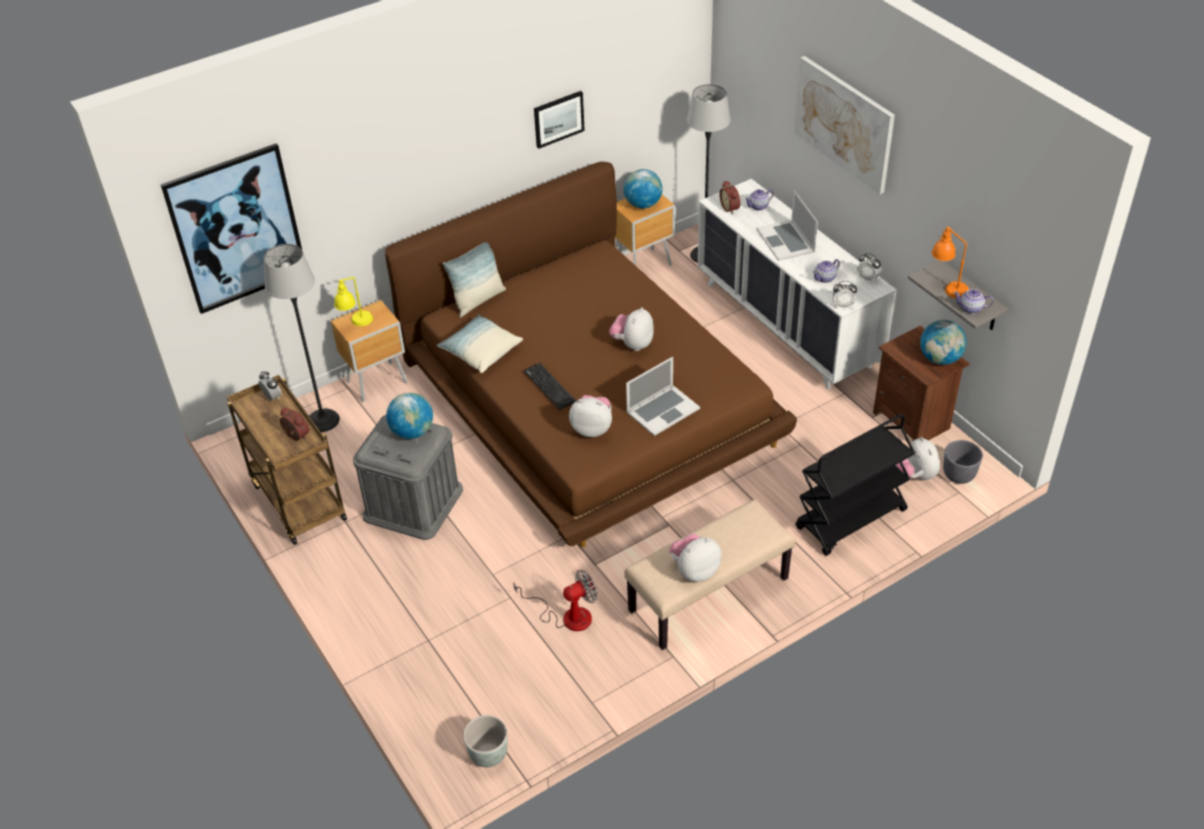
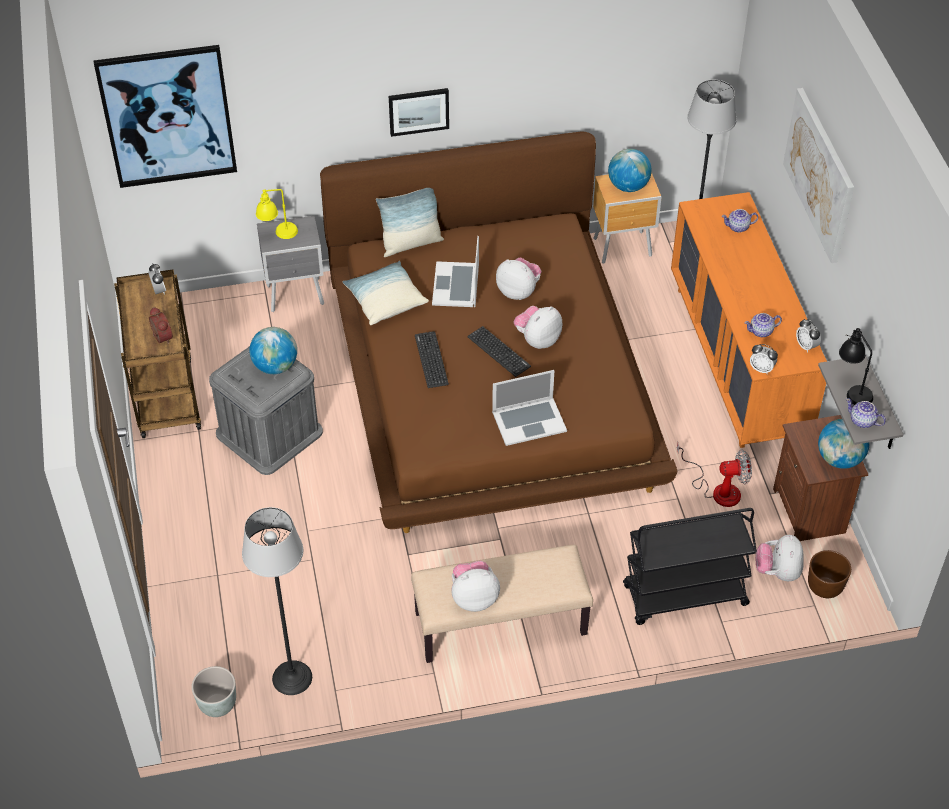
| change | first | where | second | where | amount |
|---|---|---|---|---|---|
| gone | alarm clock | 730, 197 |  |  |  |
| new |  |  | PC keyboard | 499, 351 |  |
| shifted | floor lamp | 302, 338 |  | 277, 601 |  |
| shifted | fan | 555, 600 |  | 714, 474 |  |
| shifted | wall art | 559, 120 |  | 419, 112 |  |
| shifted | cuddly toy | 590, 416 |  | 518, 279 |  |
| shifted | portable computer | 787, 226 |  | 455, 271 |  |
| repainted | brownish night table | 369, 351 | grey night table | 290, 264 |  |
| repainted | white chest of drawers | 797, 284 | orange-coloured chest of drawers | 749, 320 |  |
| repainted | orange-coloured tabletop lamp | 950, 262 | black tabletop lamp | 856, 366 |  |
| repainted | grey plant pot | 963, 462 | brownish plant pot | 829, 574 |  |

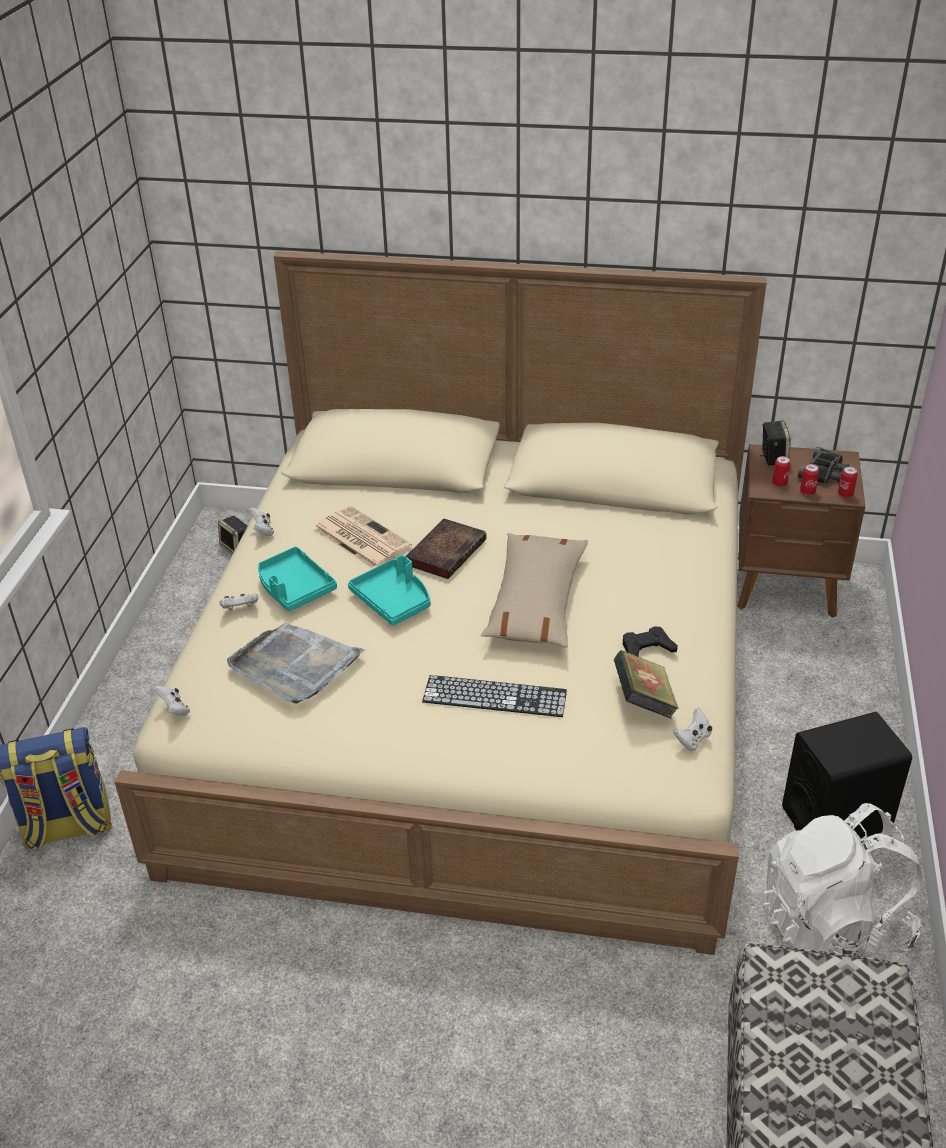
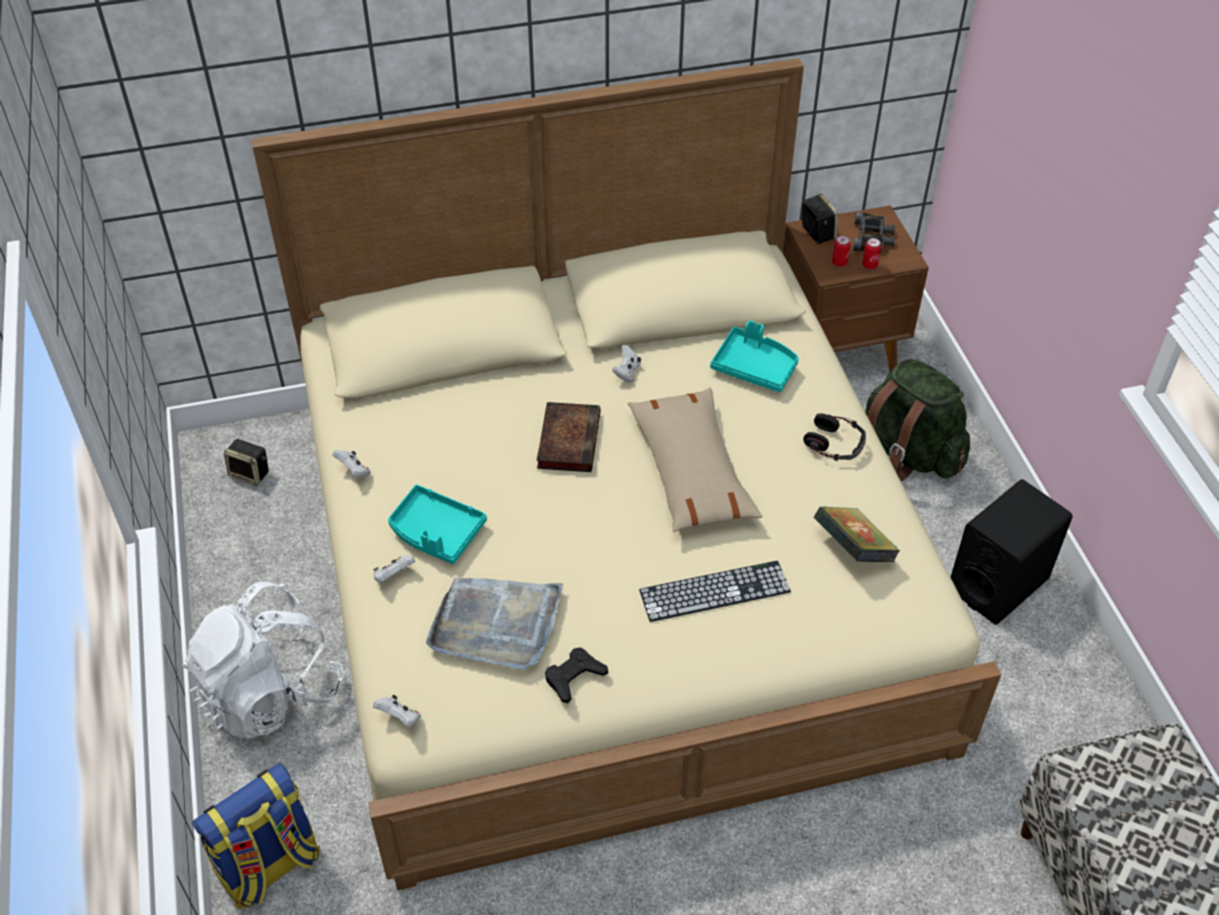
| change | first | where | second | where | amount |
|---|---|---|---|---|---|
| gone | daily paper | 362, 537 |  |  |  |
| gone | metal can | 848, 482 |  |  |  |
| new |  |  | headphones | 834, 437 |  |
| new |  |  | green backpack | 917, 420 |  |
| shifted | turquoise-coloured tray | 389, 590 |  | 754, 356 |  |
| shifted | black gamepad | 650, 641 |  | 576, 675 |  |
| shifted | white gamepad | 692, 729 |  | 626, 363 |  |
| shifted | white backpack | 841, 879 |  | 262, 660 |  |

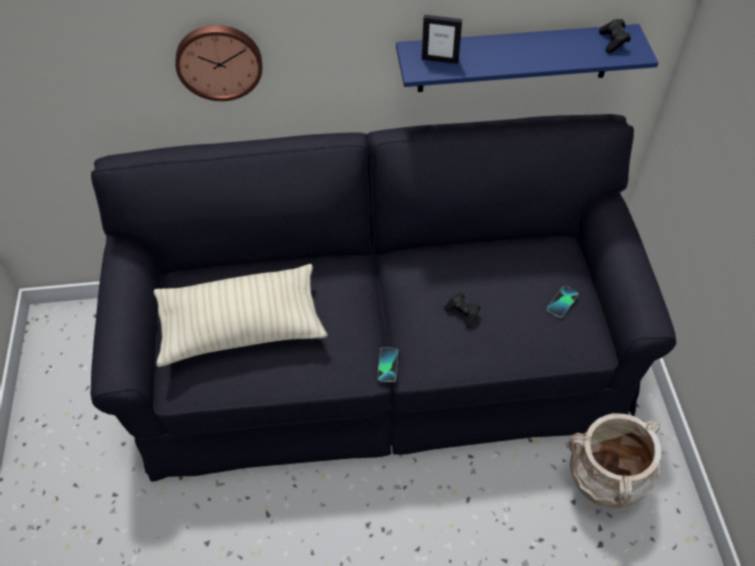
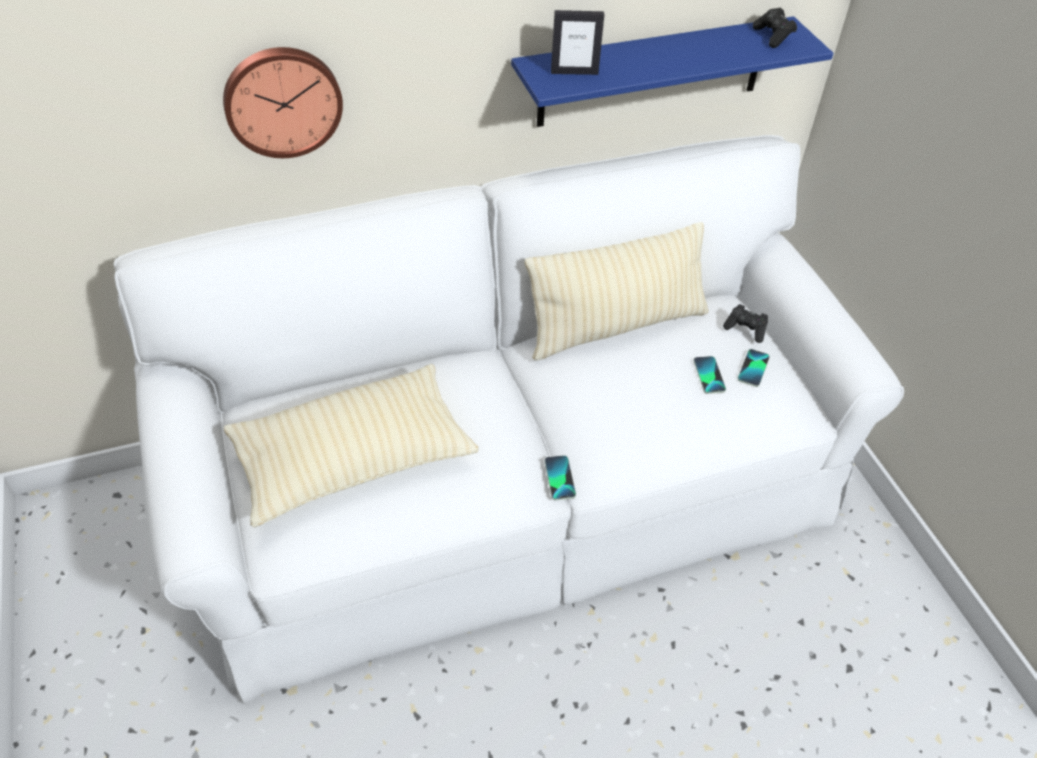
| change | first | where | second | where | amount |
|---|---|---|---|---|---|
| gone | beige-coloured vase | 615, 460 |  |  |  |
| new |  |  | beige-coloured pillow | 616, 291 |  |
| new |  |  | telephone | 709, 375 |  |
| shifted | black gamepad | 462, 310 |  | 745, 323 |  |
| repainted | black settee | 383, 298 | white settee | 508, 419 |  |

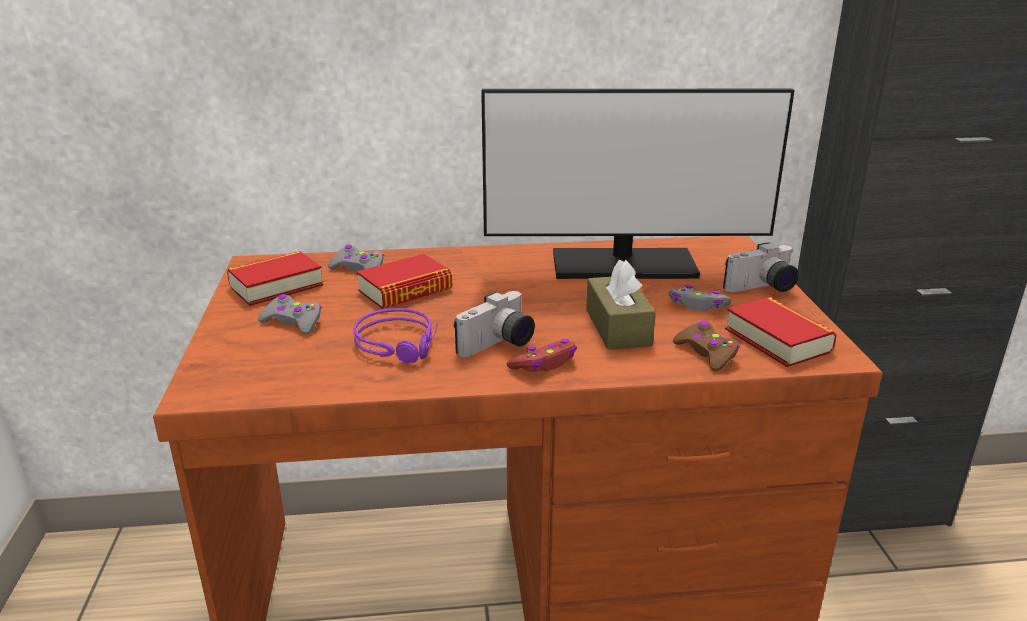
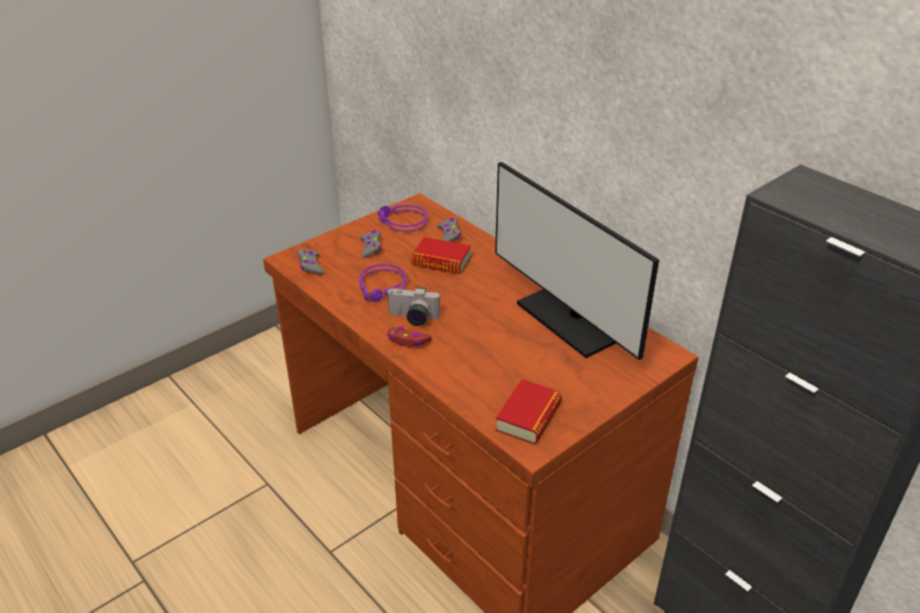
| change | first | where | second | where | amount |
|---|---|---|---|---|---|
| gone | brownish tissue holder | 621, 304 |  |  |  |
| gone | brownish gamepad | 706, 346 |  |  |  |
| gone | still camera | 761, 267 |  |  |  |
| shifted | grey gamepad | 700, 298 |  | 311, 262 |  |
| swapped | volume | 275, 278 | purple headphones | 403, 218 |  |

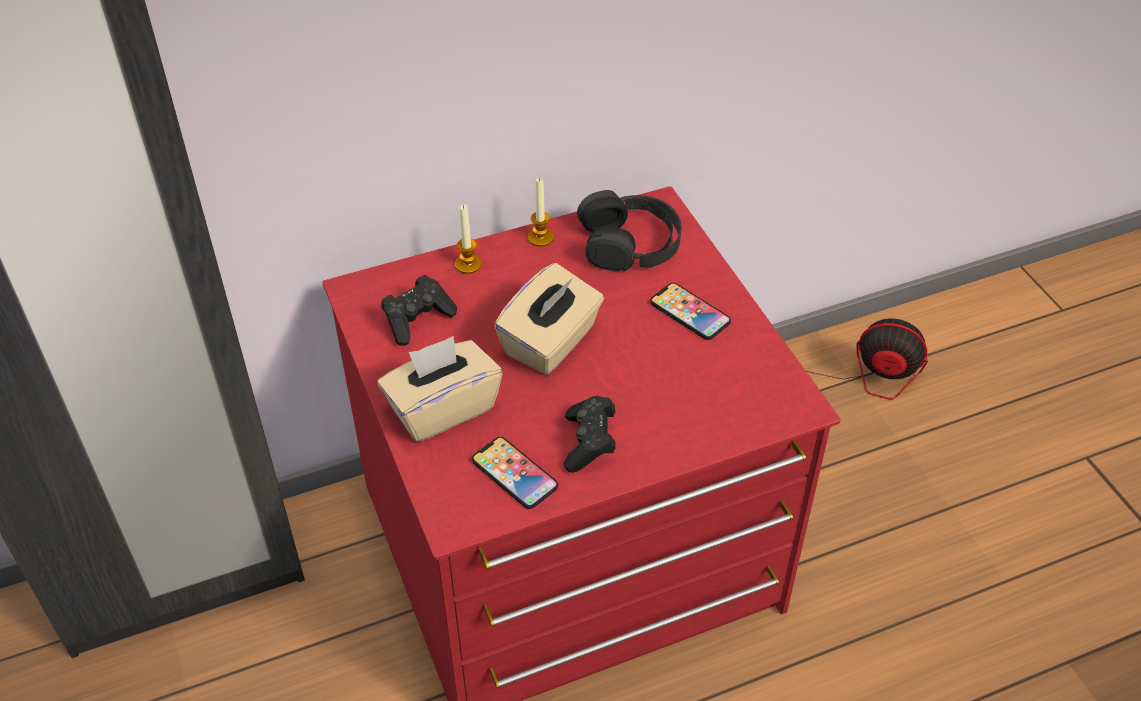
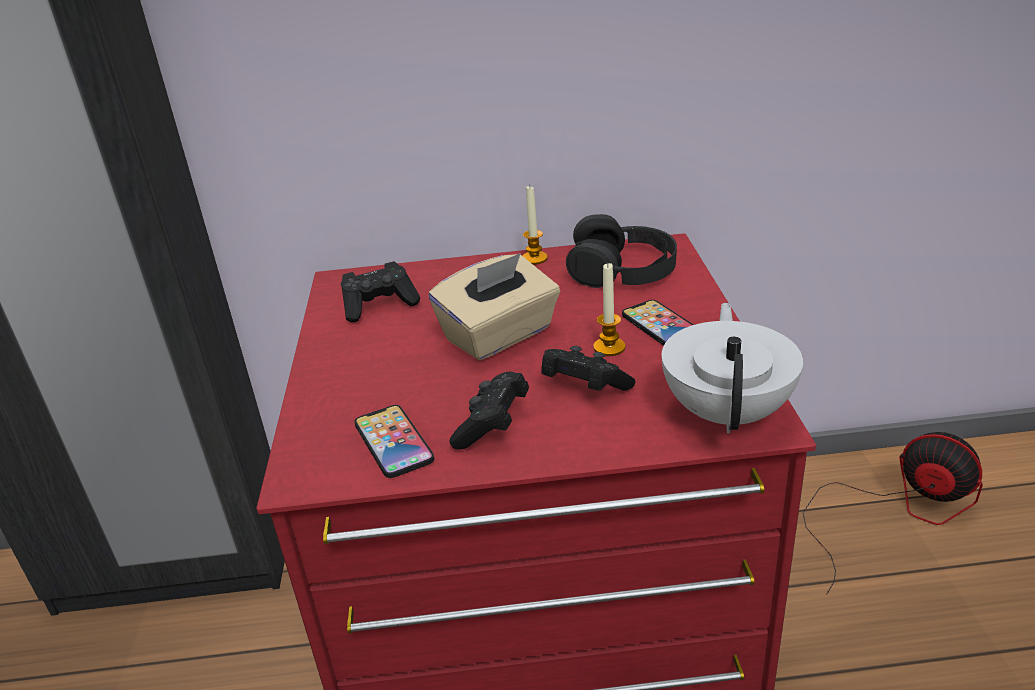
| change | first | where | second | where | amount |
|---|---|---|---|---|---|
| gone | beige-coloured tissue holder | 439, 389 |  |  |  |
| new |  |  | black gamepad | 588, 368 |  |
| new |  |  | white tea pot | 732, 368 |  |
| shifted | wax candle | 468, 239 |  | 609, 309 |  |

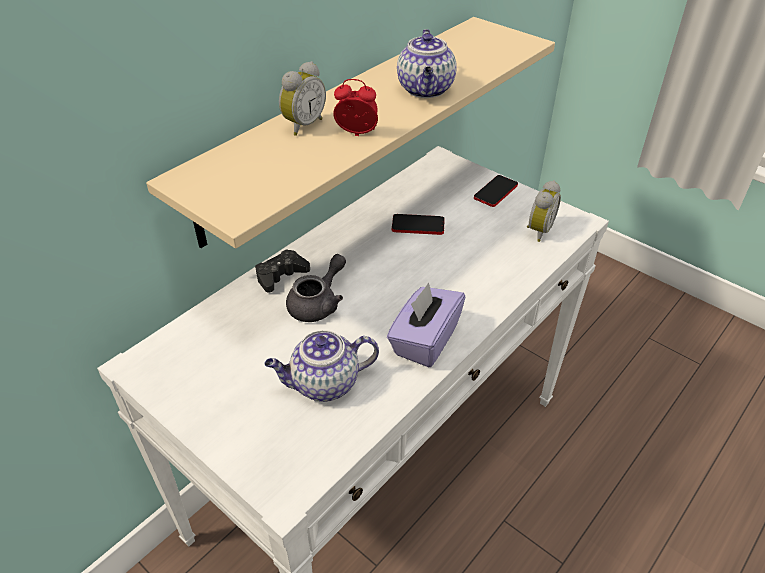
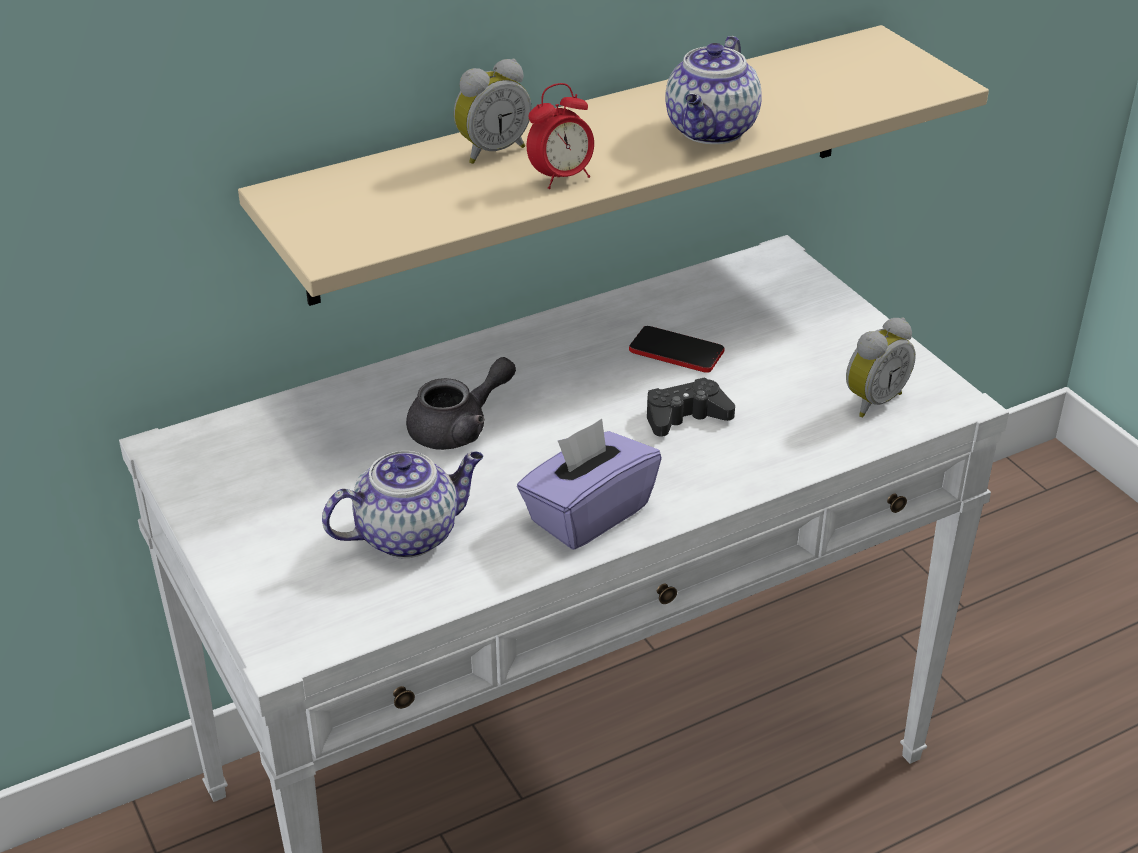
| change | first | where | second | where | amount |
|---|---|---|---|---|---|
| gone | telephone | 496, 191 |  |  |  |
| shifted | black gamepad | 282, 270 |  | 691, 407 |  |
| rotated | tea pot | 321, 366 |  | 402, 505 | 150 degrees clockwise |
| rotated | alarm clock | 355, 107 |  | 560, 136 | 120 degrees clockwise |

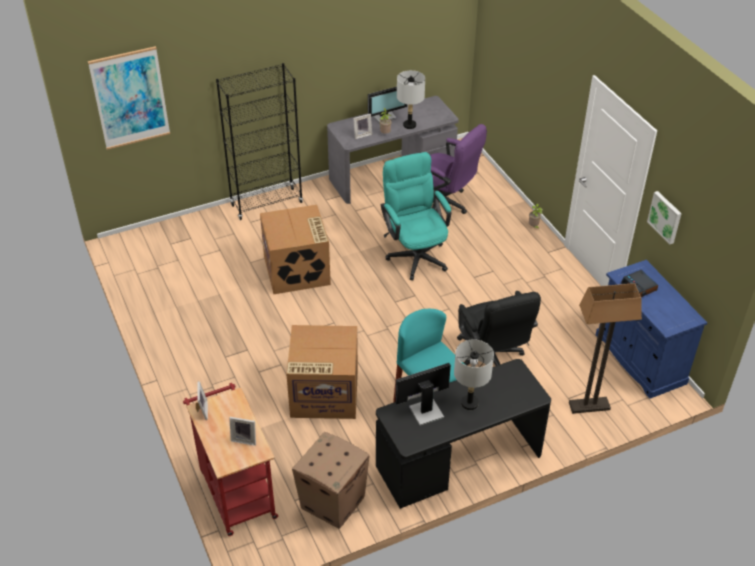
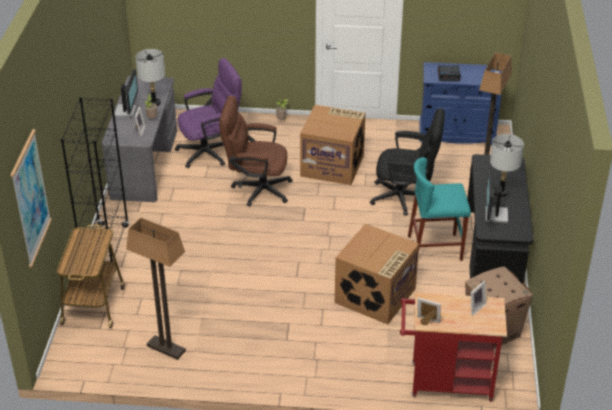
| change | first | where | second | where | amount |
|---|---|---|---|---|---|
| gone | wall art | 664, 217 |  |  |  |
| new |  |  | trolley | 91, 276 |  |
| new |  |  | floor lamp | 156, 289 |  |
| shifted | carton | 295, 249 |  | 332, 145 |  |
| repainted | turquoise-coloured office chair | 416, 216 | brownish office chair | 256, 151 |  |

